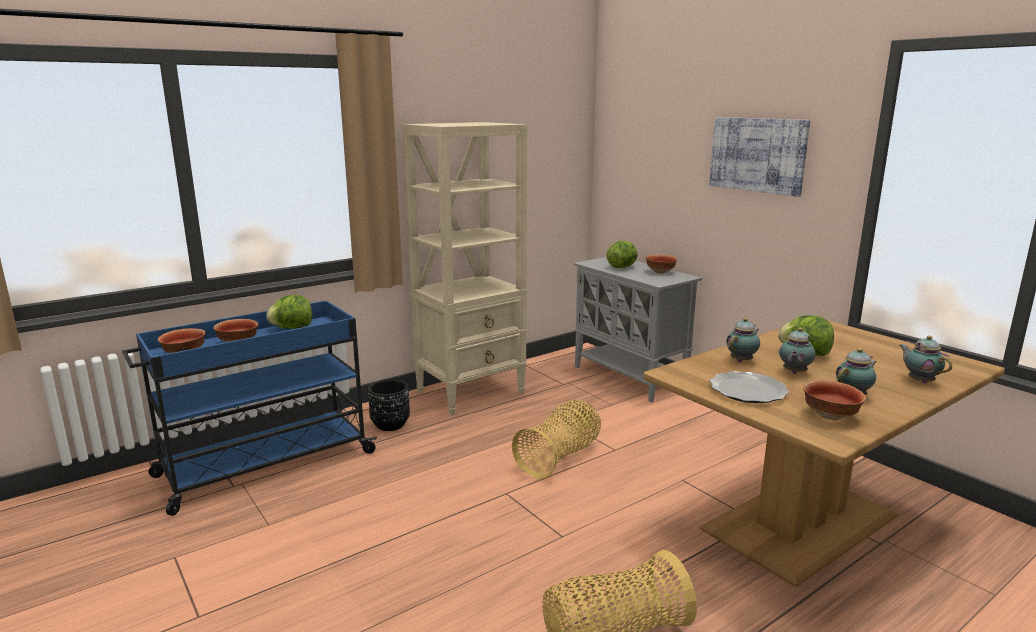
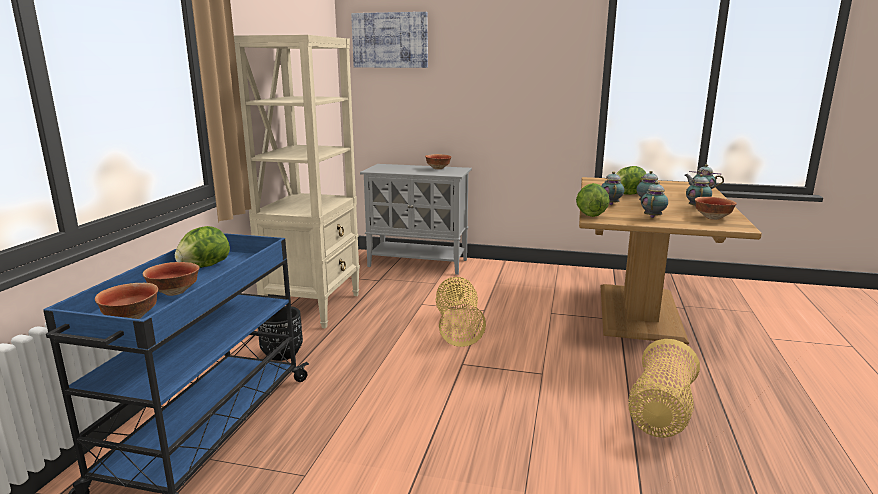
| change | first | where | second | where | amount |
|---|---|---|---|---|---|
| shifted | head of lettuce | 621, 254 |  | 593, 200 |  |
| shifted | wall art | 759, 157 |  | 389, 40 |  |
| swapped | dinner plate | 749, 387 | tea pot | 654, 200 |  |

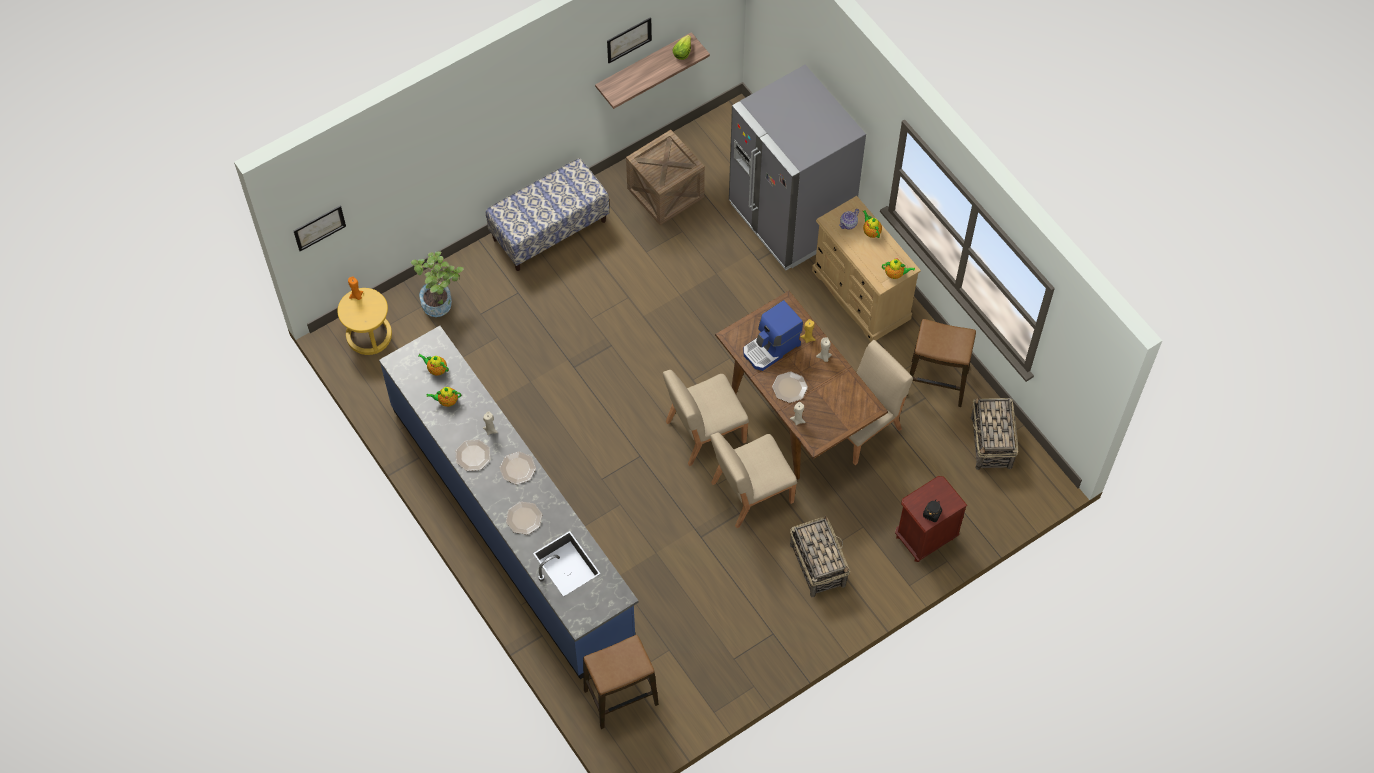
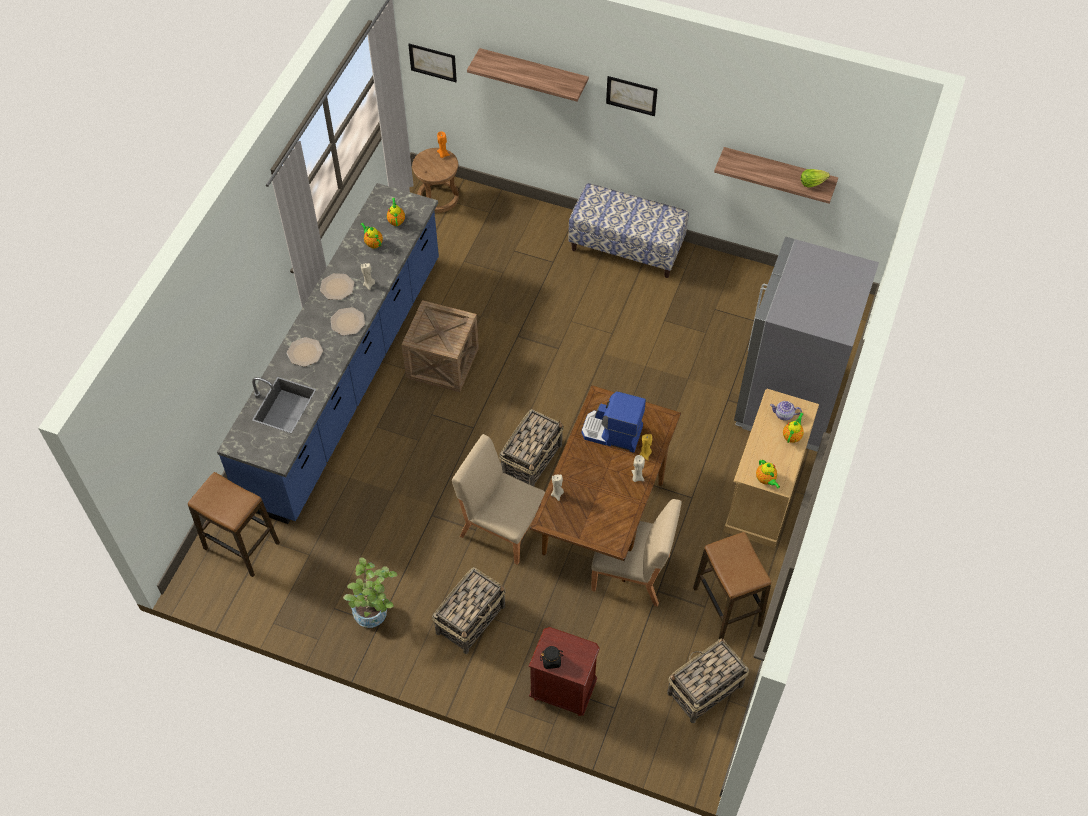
| change | first | where | second | where | amount |
|---|---|---|---|---|---|
| gone | dinner plate | 790, 387 |  |  |  |
| new |  |  | wall shelf | 528, 74 |  |
| shifted | potted plant | 437, 284 |  | 370, 593 |  |
| shifted | wall art | 629, 40 |  | 632, 96 |  |
| shifted | packing crate | 665, 177 |  | 440, 346 |  |
| swapped | beige-coloured upright chair | 706, 418 | storage basket | 531, 447 |  |
| repainted | yellow-coloured stool | 364, 321 | brownish stool | 435, 180 |  |

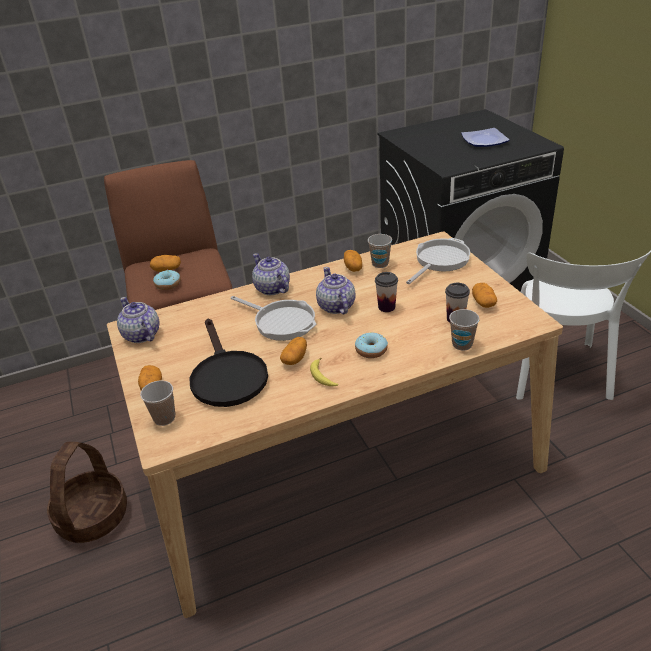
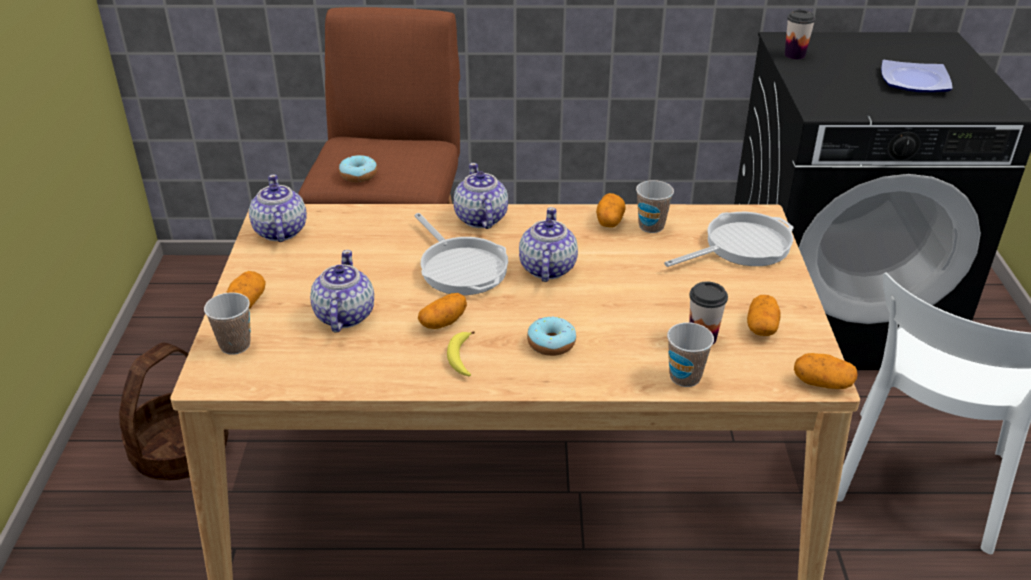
| change | first | where | second | where | amount |
|---|---|---|---|---|---|
| shifted | whole potato | 165, 263 |  | 825, 371 |  |
| shifted | cup | 386, 292 |  | 800, 34 |  |
| swapped | black frying pan | 229, 363 | tea pot | 342, 291 |  |

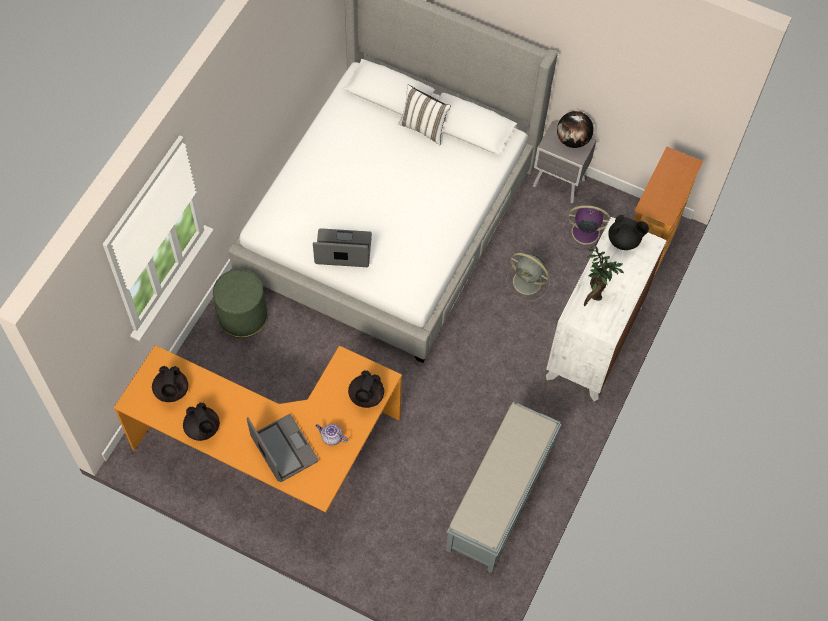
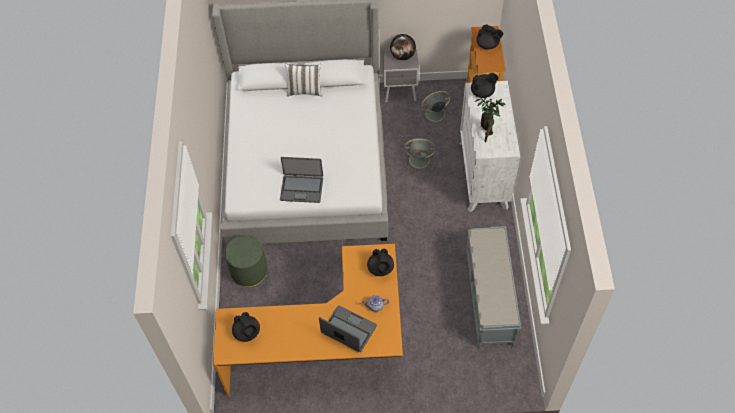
| change | first | where | second | where | amount |
|---|---|---|---|---|---|
| shifted | black tea pot | 201, 422 |  | 489, 37 |  |
| repainted | purple fan | 587, 227 | grey fan | 436, 108 |  |
| rotated | portable computer | 342, 247 |  | 301, 180 | 150 degrees counterclockwise |

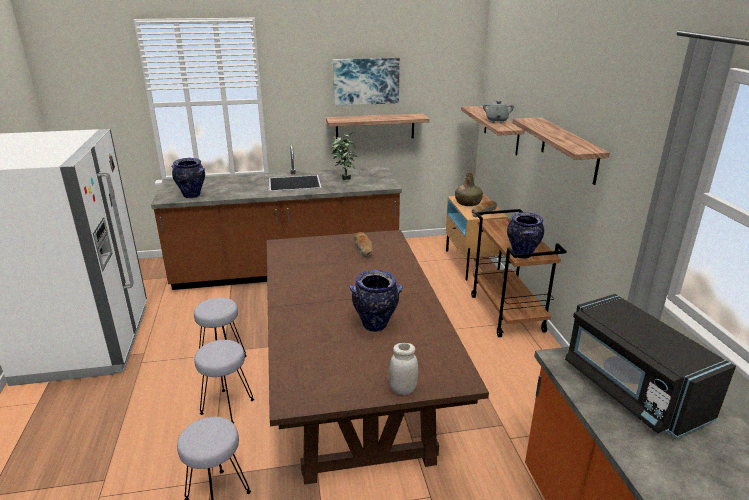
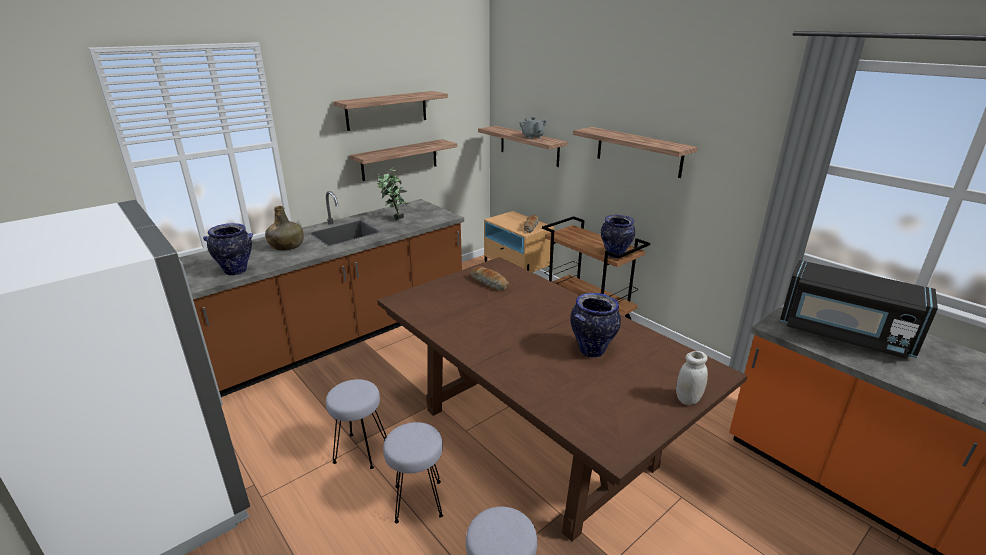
| change | first | where | second | where | amount |
|---|---|---|---|---|---|
| shifted | green bottle | 469, 189 |  | 284, 228 |  |
| swapped | wall art | 366, 82 | wall shelf | 390, 111 |  |

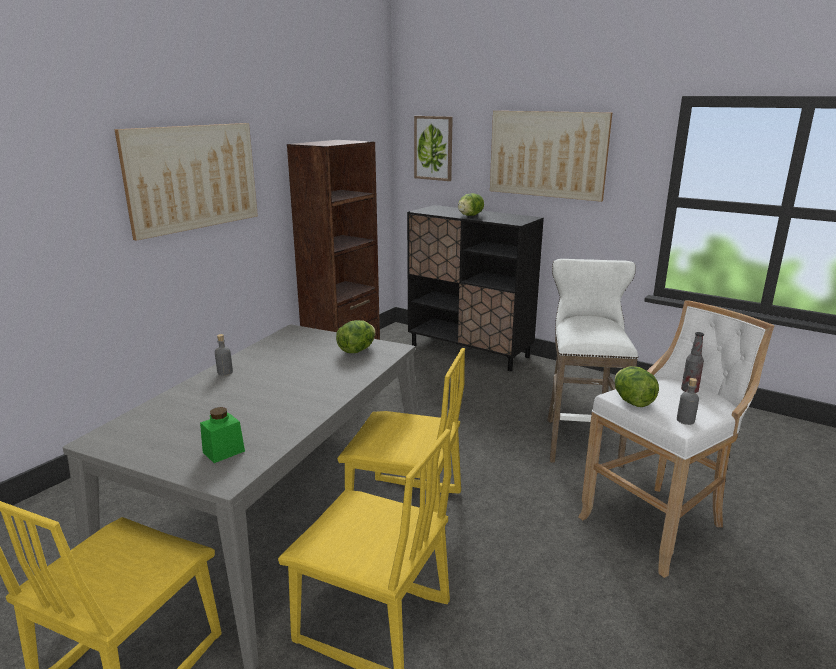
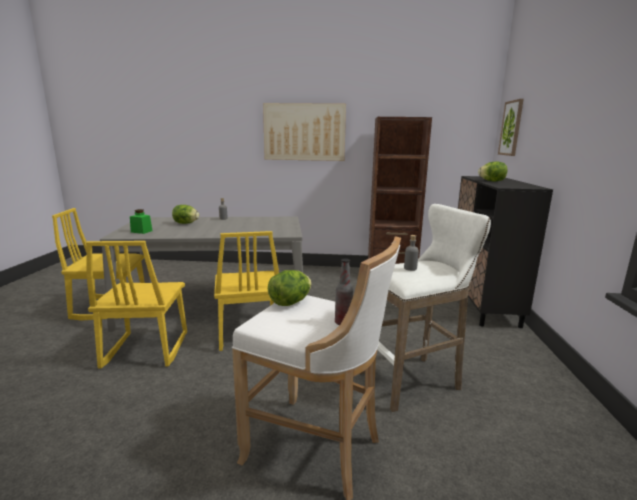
| change | first | where | second | where | amount |
|---|---|---|---|---|---|
| gone | wall art | 551, 156 |  |  |  |
| shifted | head of lettuce | 356, 336 |  | 185, 214 |  |
| shifted | grey bottle | 688, 401 |  | 411, 253 |  |

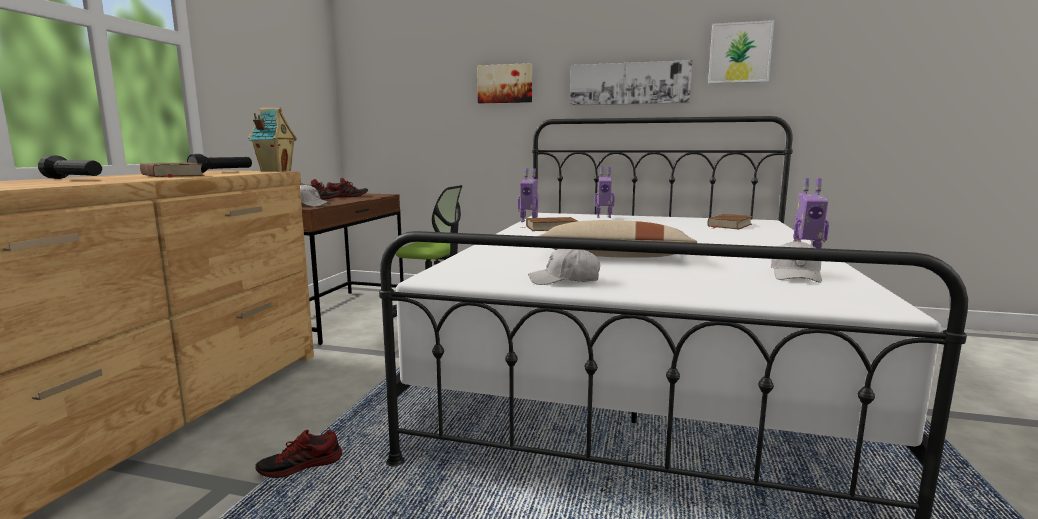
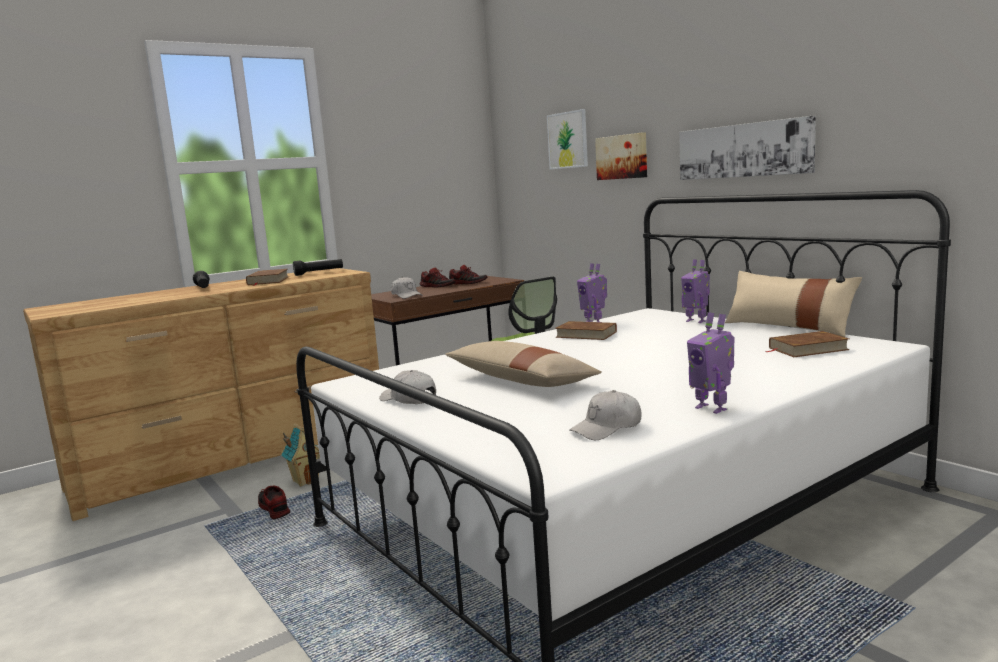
| change | first | where | second | where | amount |
|---|---|---|---|---|---|
| new |  |  | beige-coloured pillow | 793, 304 |  |
| shifted | model house | 272, 139 |  | 300, 454 |  |
| shifted | wall art | 741, 52 |  | 567, 139 |  |
| rotated | item of footwear | 298, 454 |  | 274, 502 | 45 degrees clockwise |

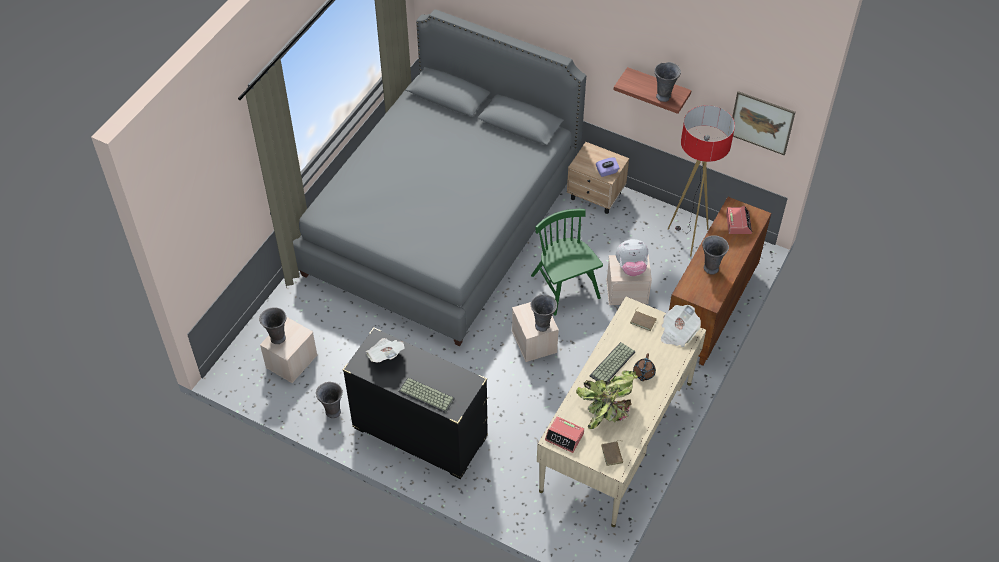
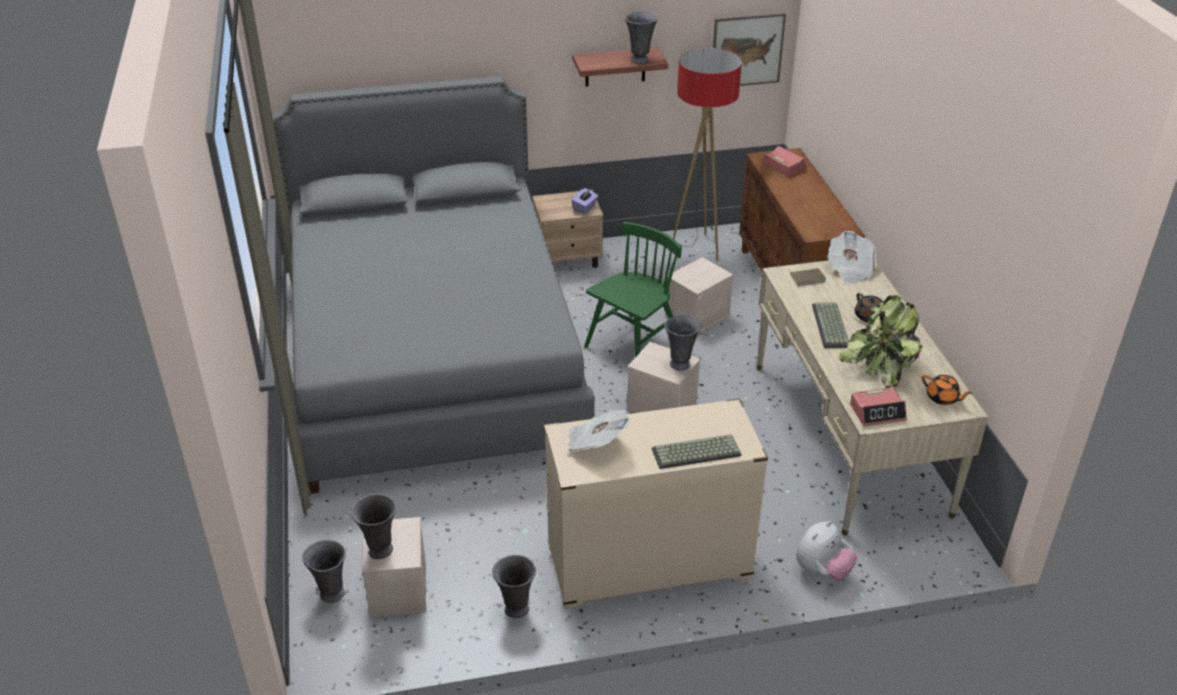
| change | first | where | second | where | amount |
|---|---|---|---|---|---|
| shifted | cuddly toy | 632, 257 |  | 826, 551 |  |
| shifted | grey vase | 715, 255 |  | 324, 571 |  |
| swapped | brownish volume | 612, 453 | orange-coloured tea pot | 947, 390 |  |
| repainted | black chest of drawers | 415, 403 | beige-coloured chest of drawers | 656, 503 |  |
| rotated | green upright chair | 567, 262 |  | 633, 290 | 105 degrees clockwise |

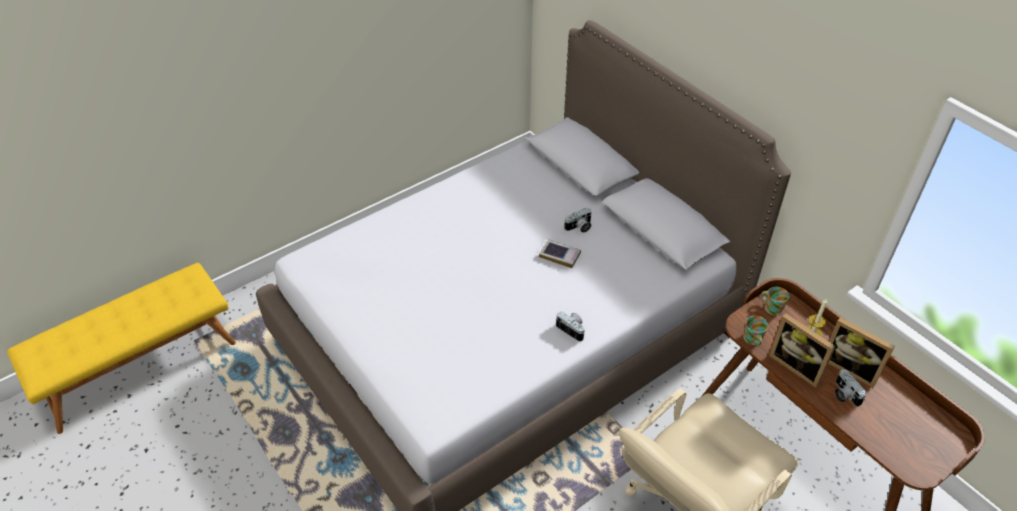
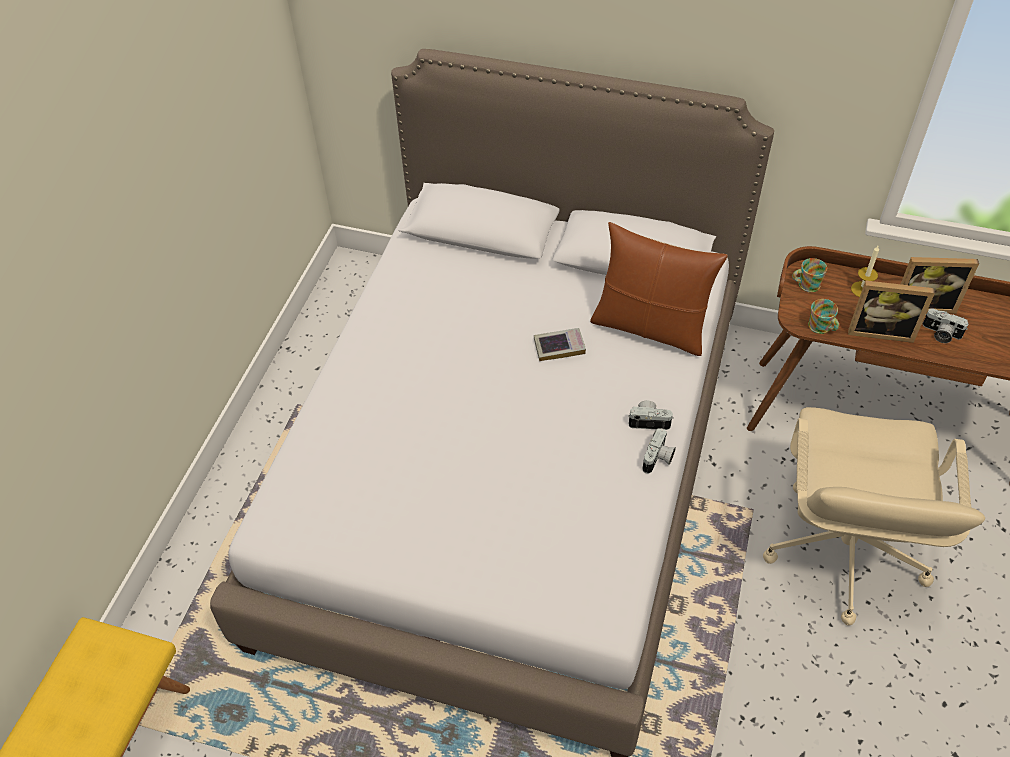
| change | first | where | second | where | amount |
|---|---|---|---|---|---|
| new |  |  | brownish pillow | 659, 289 |  |
| shifted | still camera | 577, 220 |  | 659, 451 |  |

